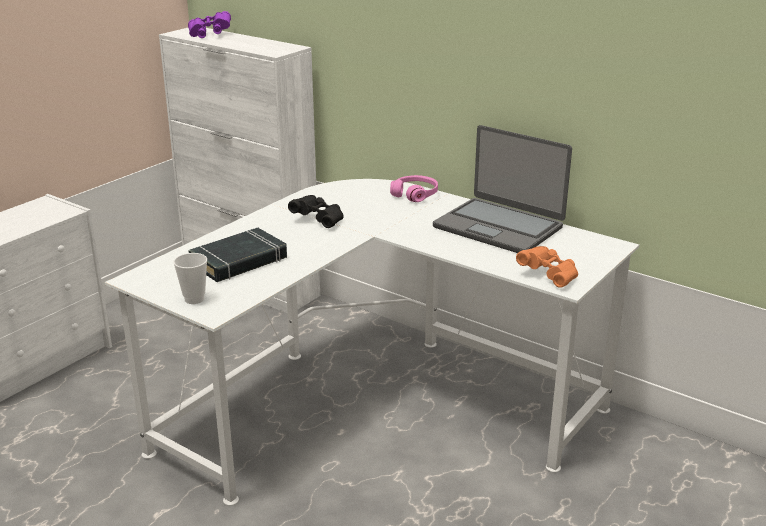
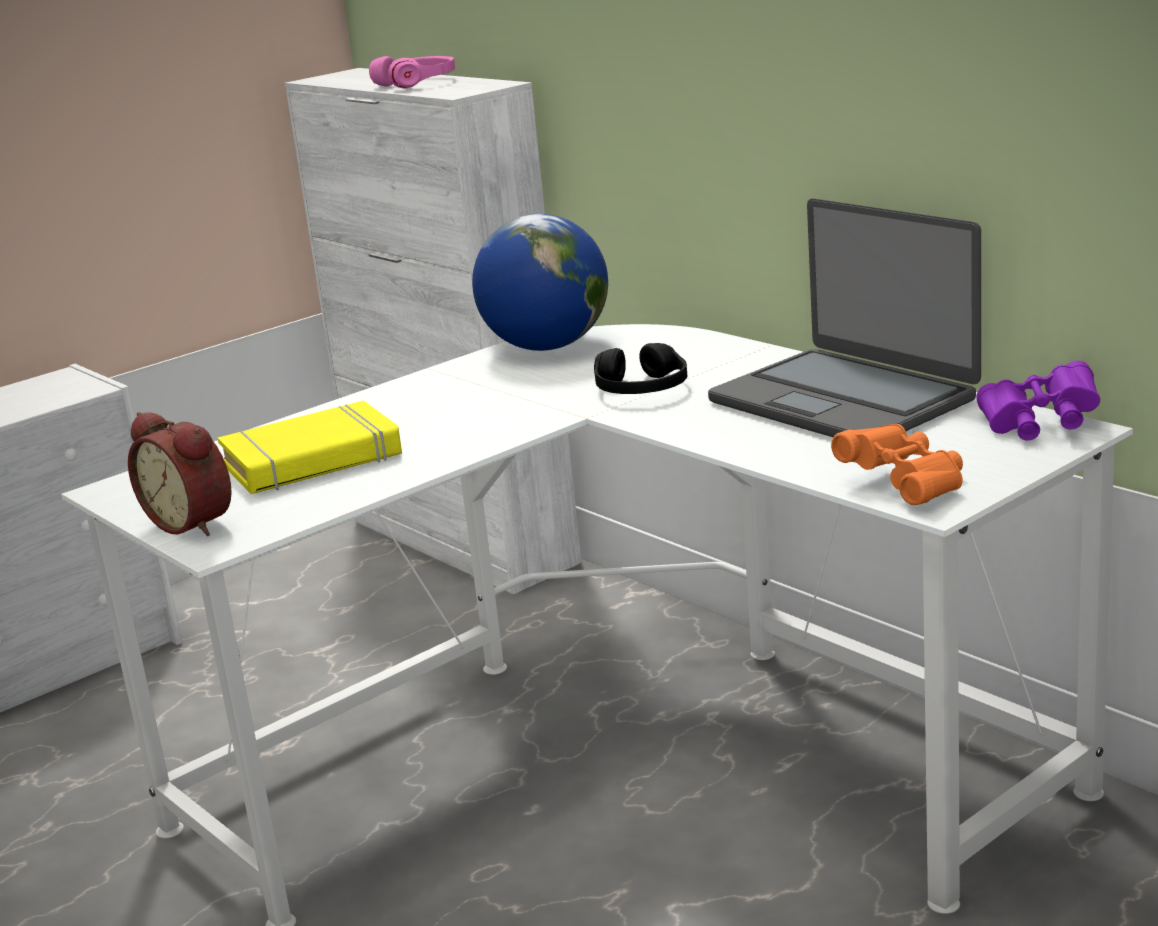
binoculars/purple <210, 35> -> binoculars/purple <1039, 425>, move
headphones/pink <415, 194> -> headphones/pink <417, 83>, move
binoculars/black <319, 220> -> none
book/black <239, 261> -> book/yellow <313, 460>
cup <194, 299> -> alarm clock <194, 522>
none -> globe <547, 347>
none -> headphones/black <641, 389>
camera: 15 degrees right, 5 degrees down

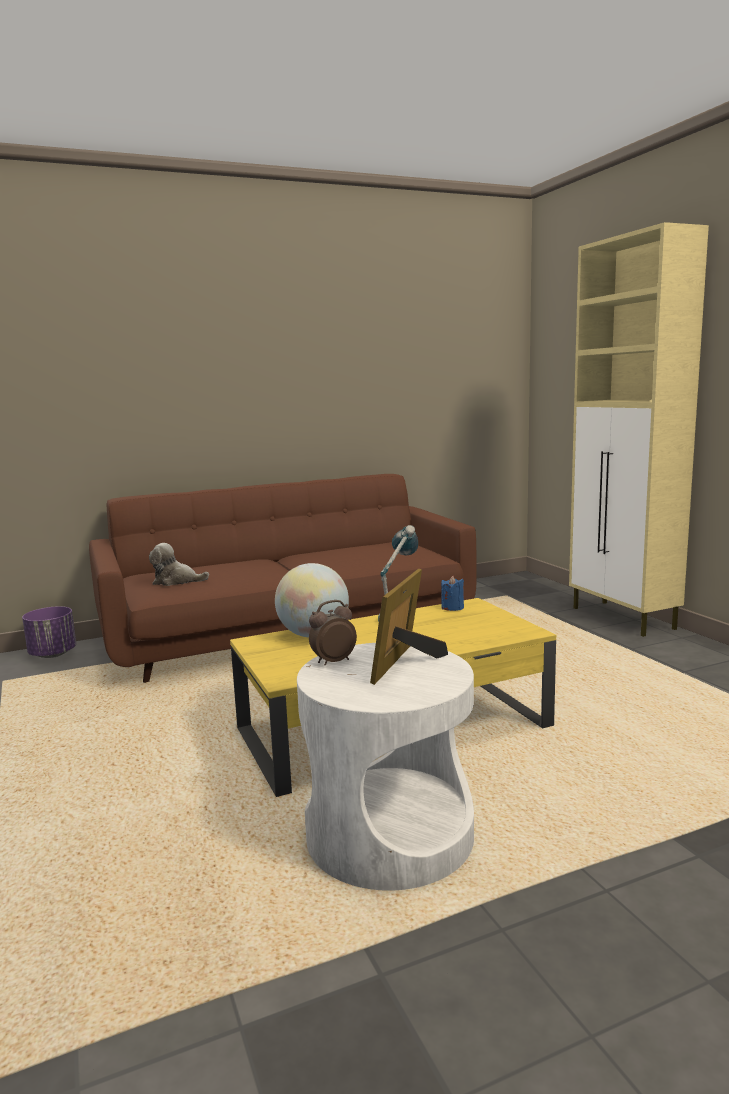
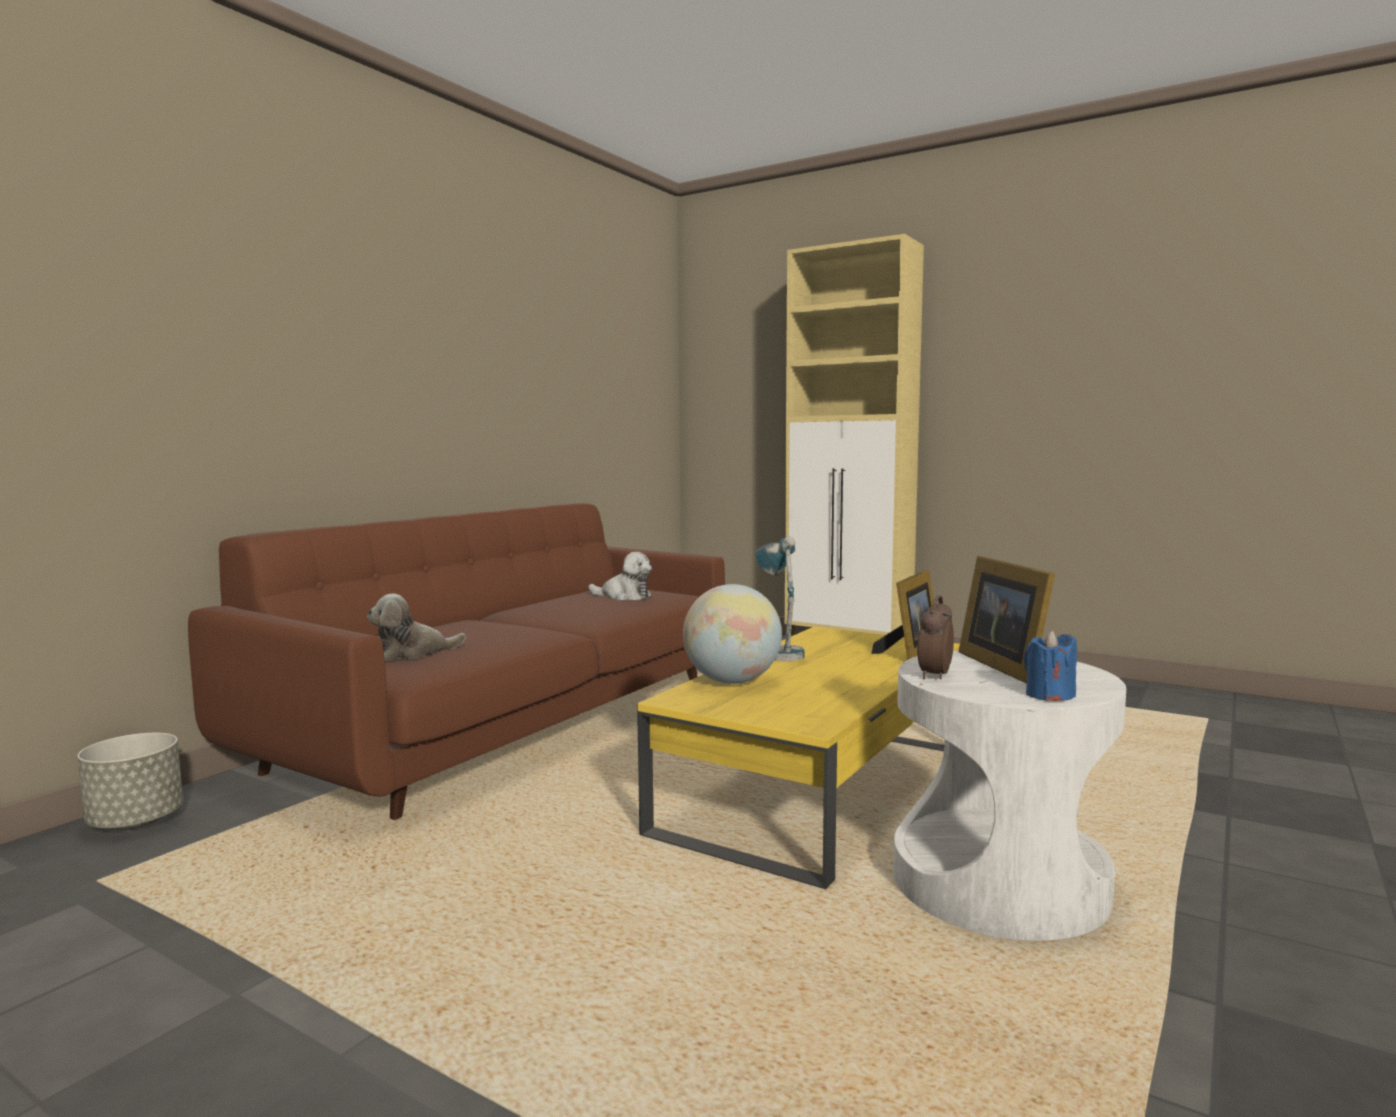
candle/blue <452, 608> -> candle/blue <1049, 695>, move
planter/purple <53, 654> -> planter/grey <136, 822>
none -> plush toy <624, 596>
none -> picture frame <911, 652>
camera: 35 degrees left, 5 degrees down

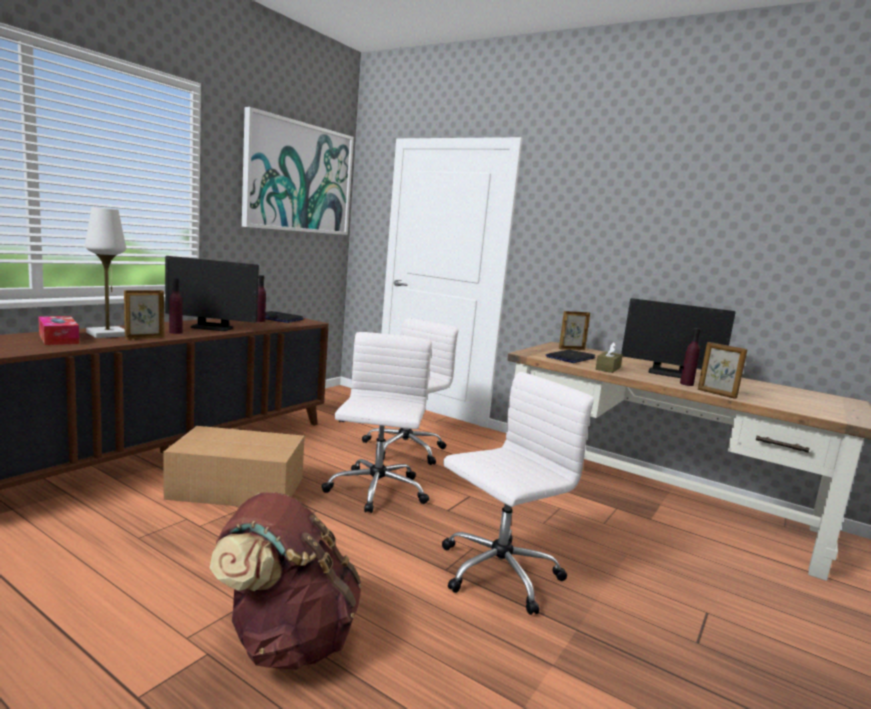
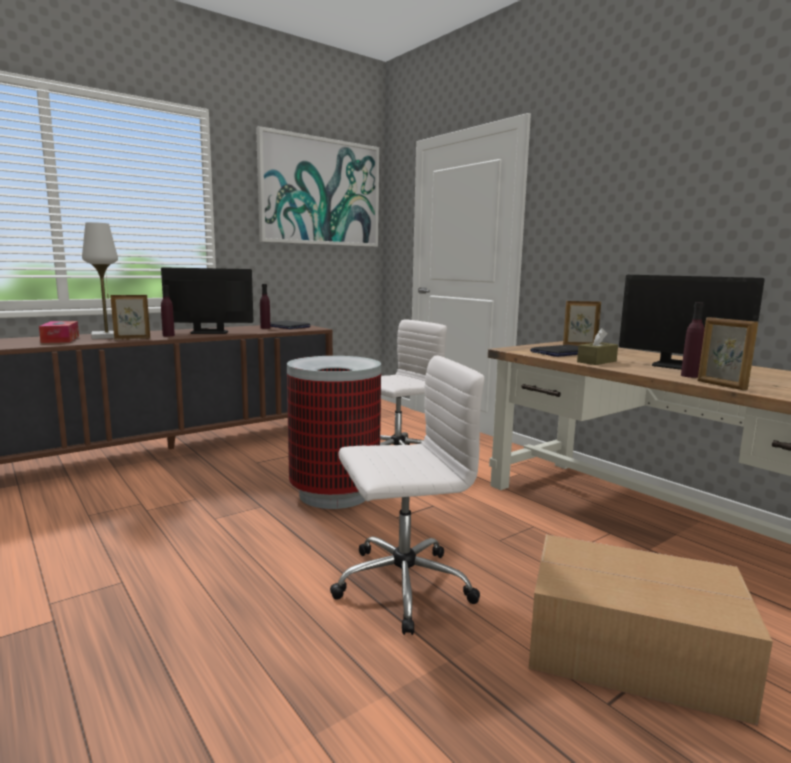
monitor <212, 327> -> monitor <209, 332>, 150 degrees clockwise
office chair/white <376, 491> -> trash can <335, 493>
cardboard box <239, 488> -> cardboard box <635, 653>, move
backpack/brown <286, 640> -> none
camera: 20 degrees right, 0 degrees up

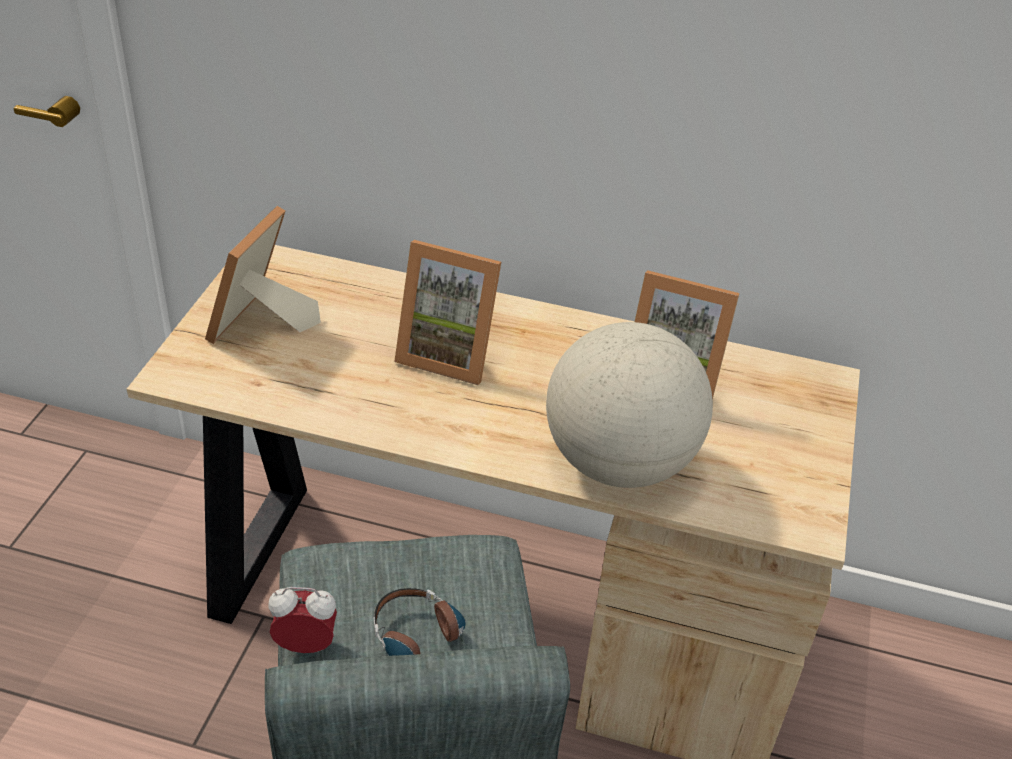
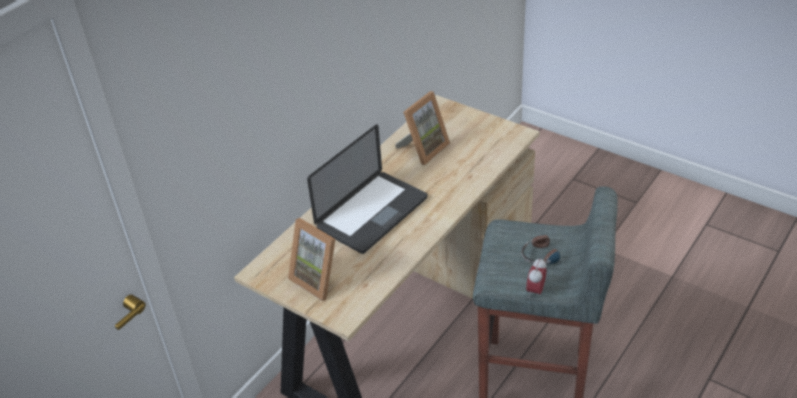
picture frame <449, 353> -> laptop <372, 213>
globe <618, 463> -> none
camera: 65 degrees left, 0 degrees up

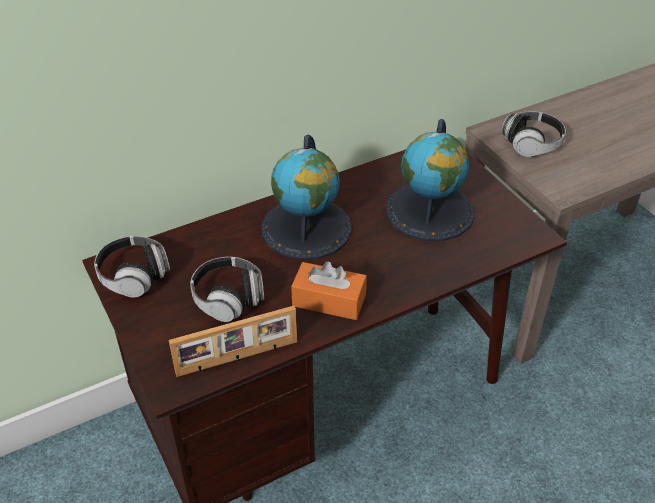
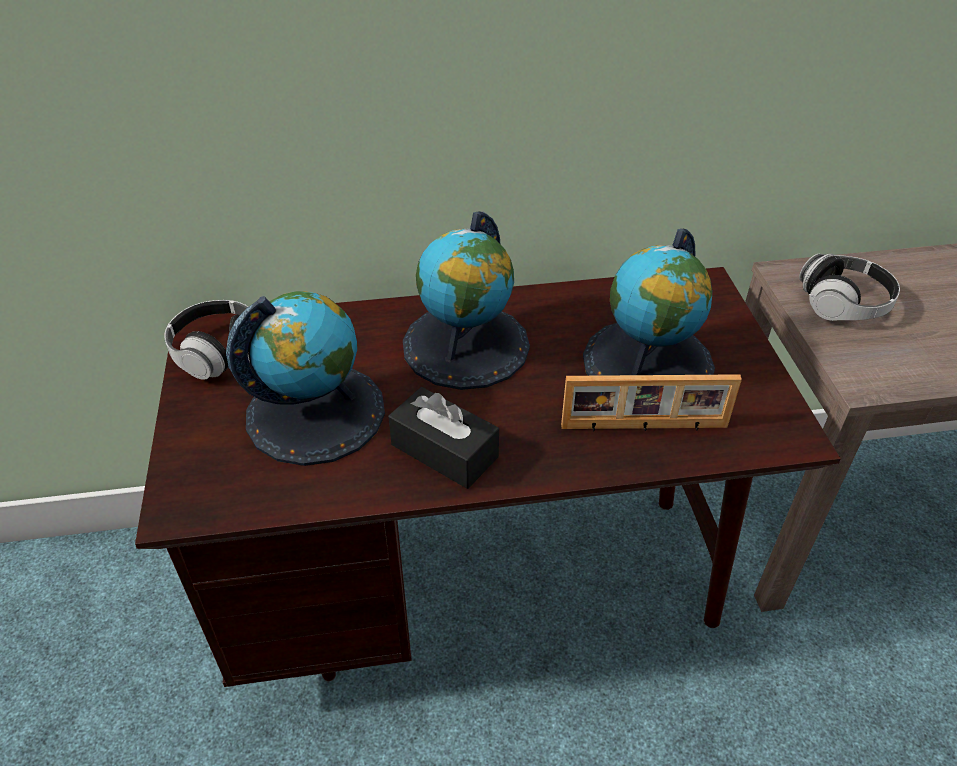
headphones <228, 298> -> globe <315, 412>
tissue box/orange <329, 300> -> tissue box/black <444, 451>
picture frame <237, 358> -> picture frame <644, 427>, move
camera: 20 degrees right, 0 degrees up

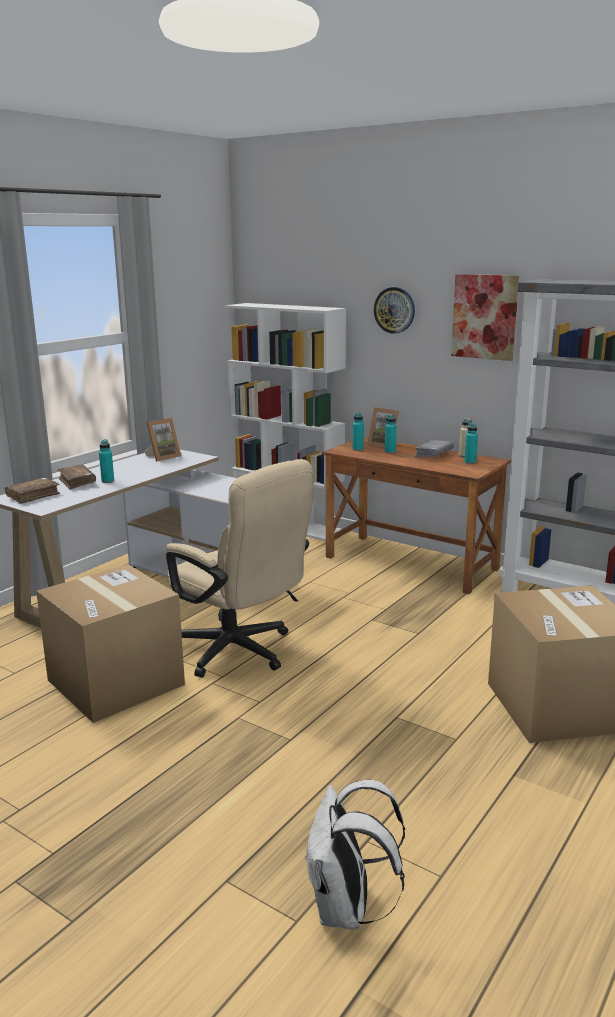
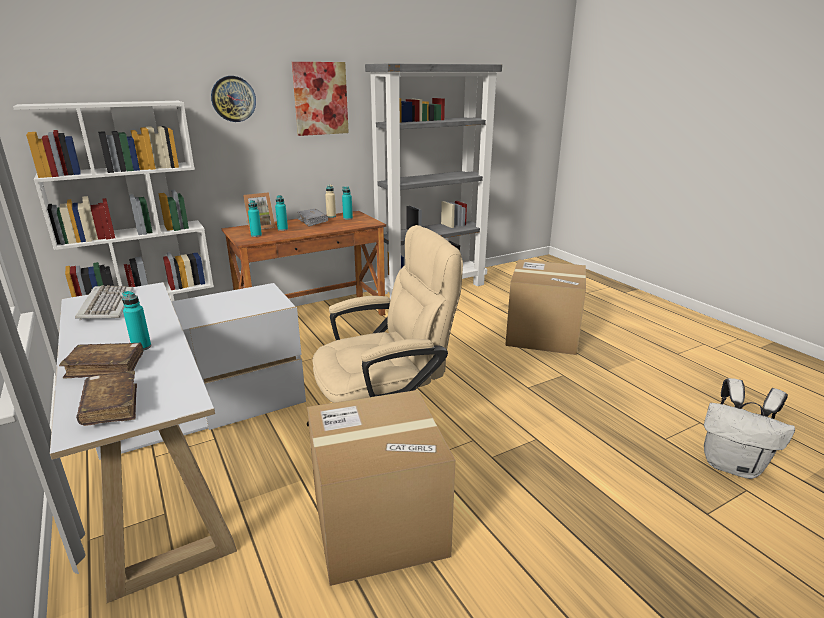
picture frame <163, 457> -> keyboard <106, 305>
camera: 65 degrees left, 5 degrees up

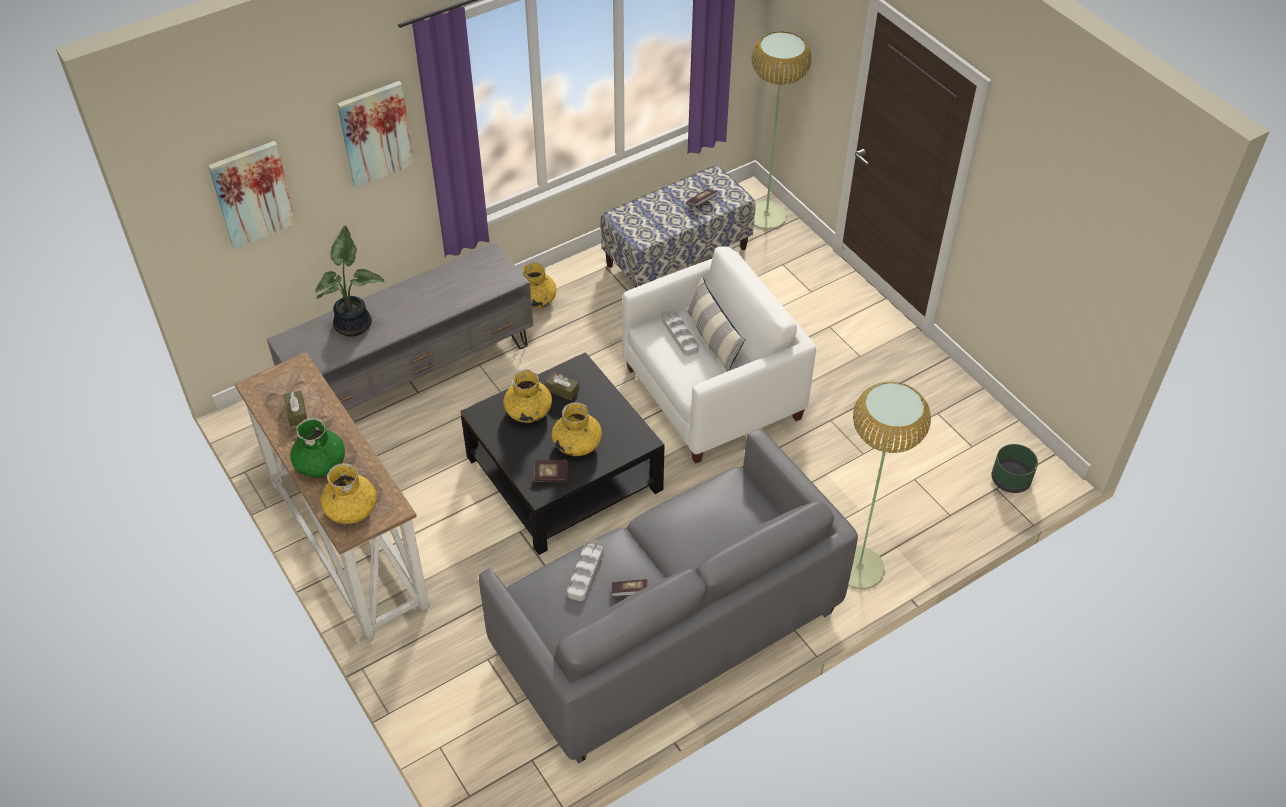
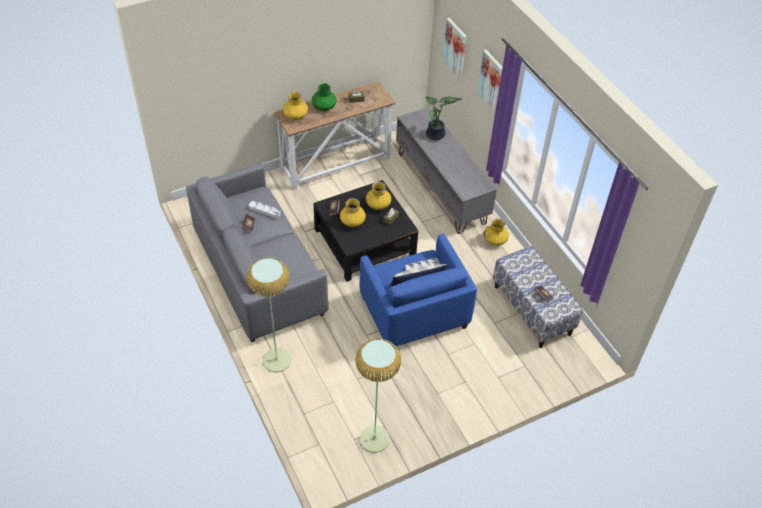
floor lamp <767, 215> -> floor lamp <374, 439>, move
armchair/white <712, 393> -> armchair/blue <414, 312>
planter/green <1010, 480> -> none
camera: 95 degrees right, 0 degrees up

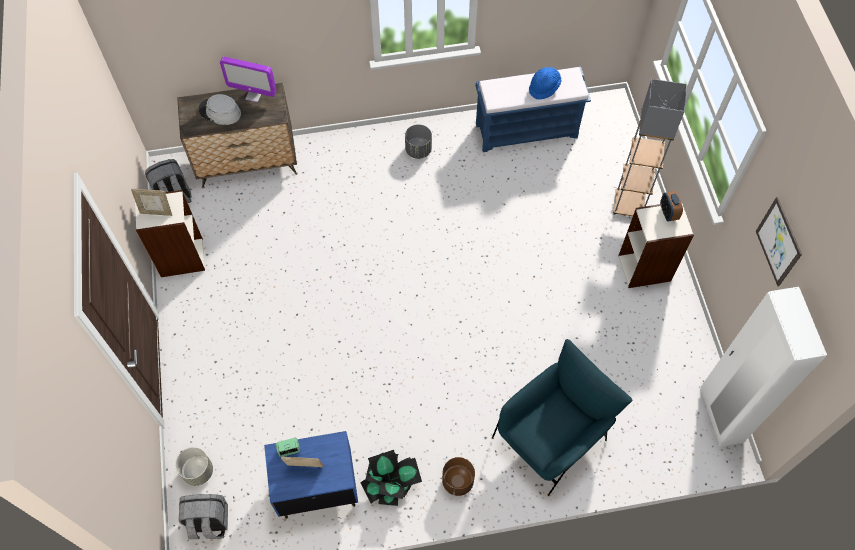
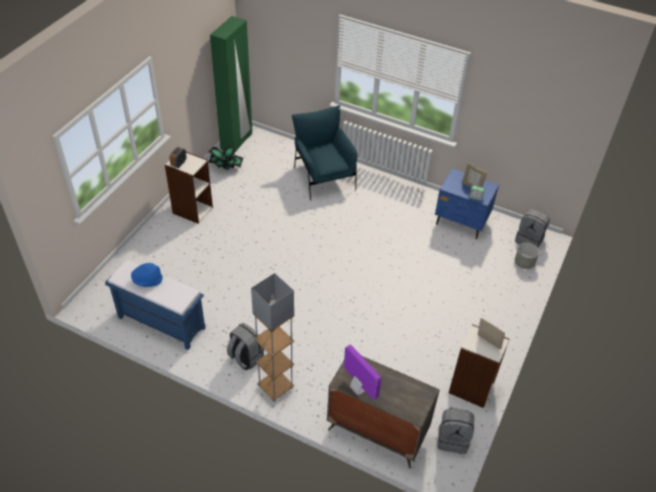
floor lamp/grey <628, 205> -> floor lamp/grey <275, 387>, move
hat/grey <220, 112> -> none
planter/grey <418, 150> -> backpack/grey <245, 357>
picture <778, 242> -> none
wardrobe/white <720, 415> -> wardrobe/green <236, 142>
armchair/blue <552, 436> -> armchair/blue <323, 177>, 75 degrees clockwise
potted plant <391, 484> -> potted plant <226, 167>, move
planter/brown <457, 481> -> none
camera: 145 degrees left, 15 degrees down

